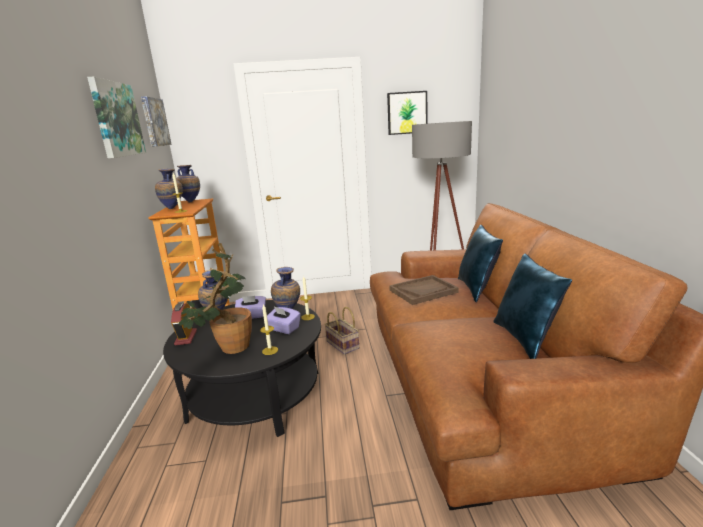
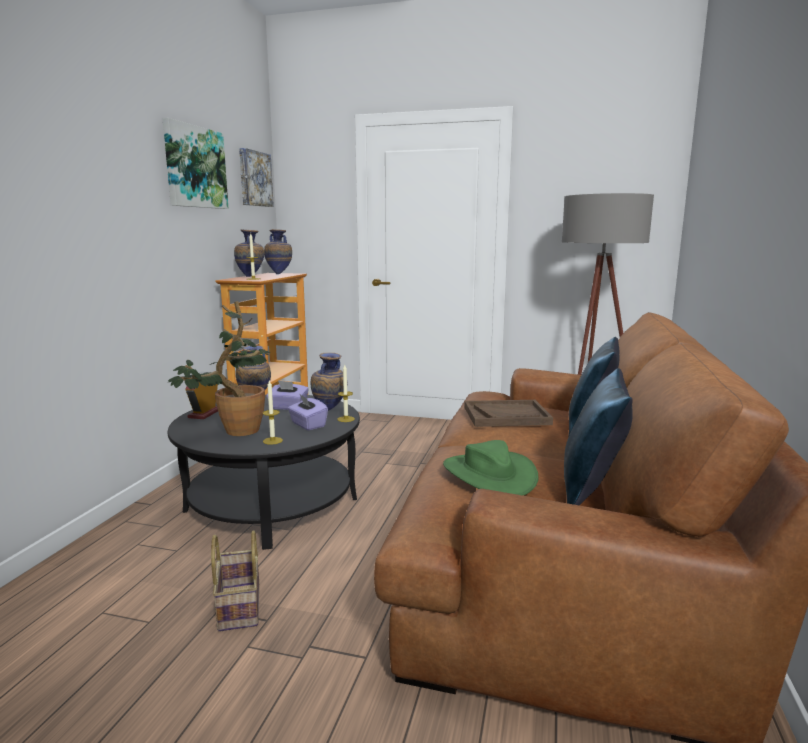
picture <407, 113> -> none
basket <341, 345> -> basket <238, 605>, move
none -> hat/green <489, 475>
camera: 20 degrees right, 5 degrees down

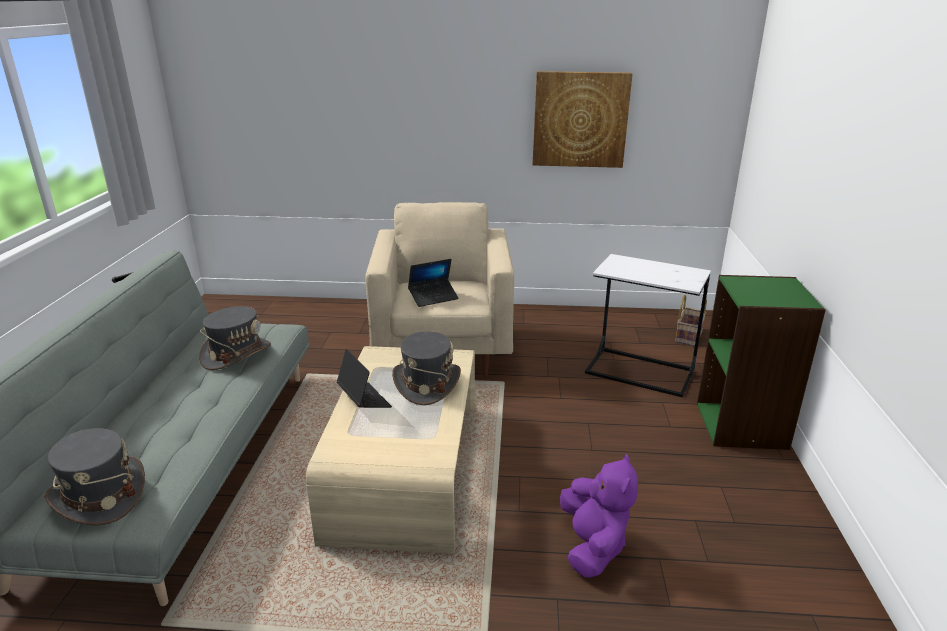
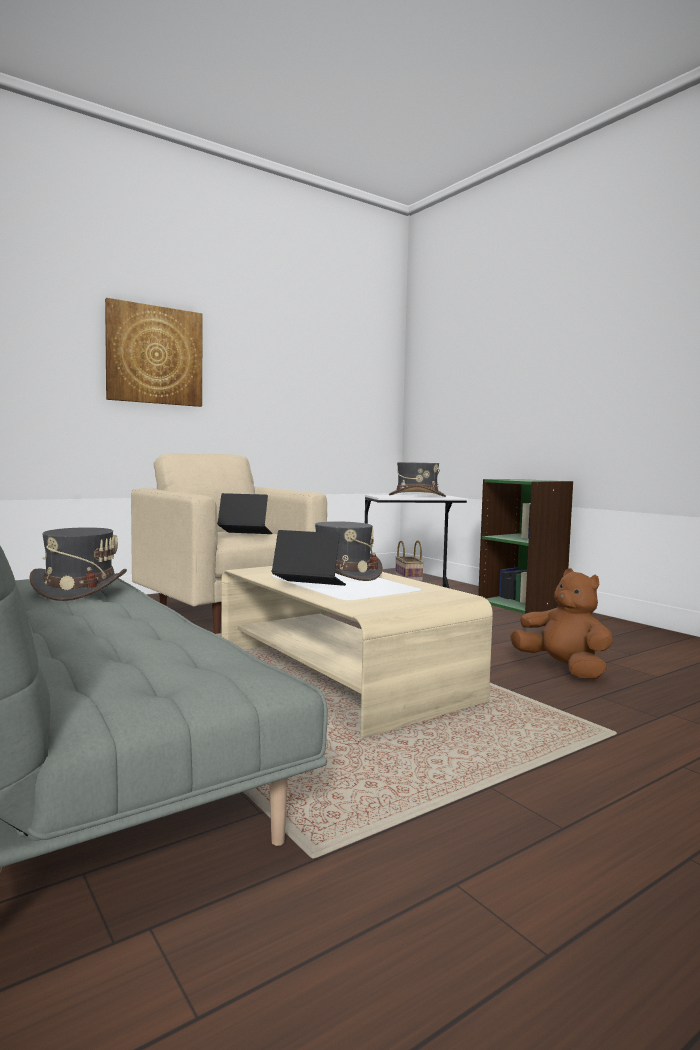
picture <580, 119> -> picture <154, 355>, move
laptop <433, 297> -> laptop <245, 534>, 105 degrees counterclockwise
hat/grey <99, 495> -> hat/grey <417, 496>, move
plush toy/purple <593, 546> -> plush toy/brown <563, 669>
camera: 40 degrees left, 20 degrees down

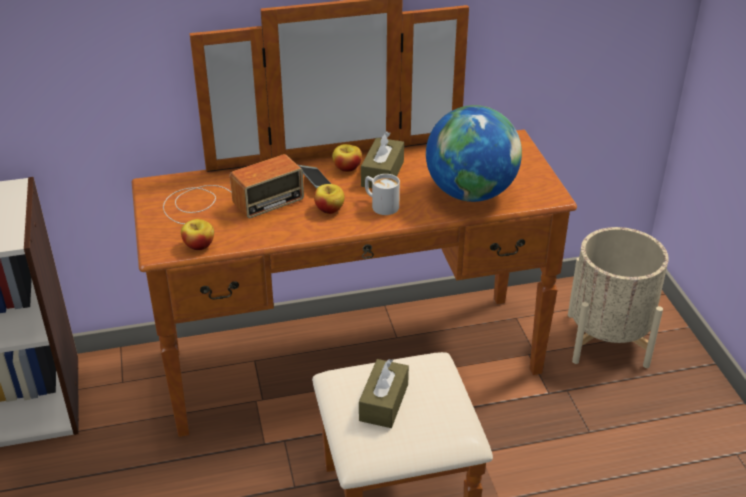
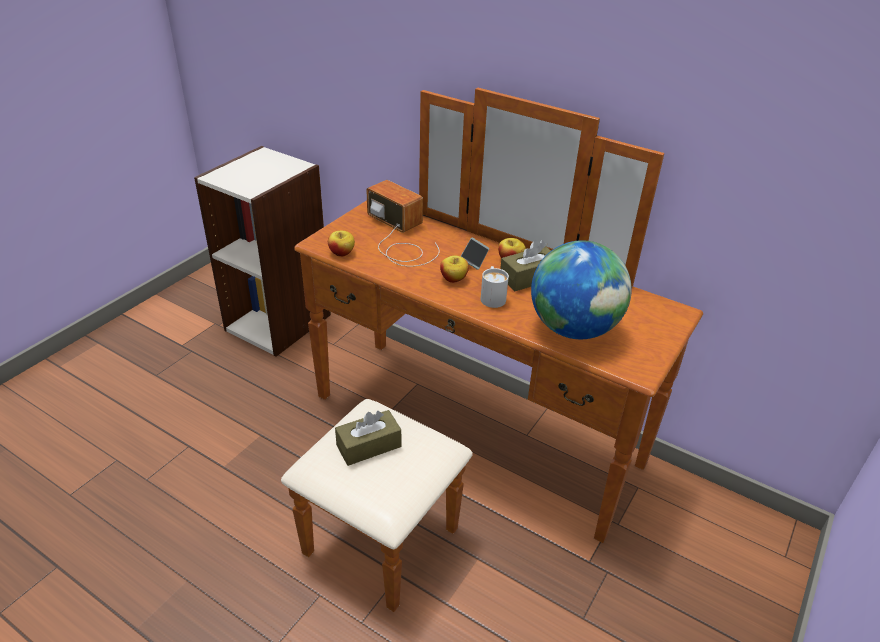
radio <227, 202> -> radio <400, 237>, 150 degrees counterclockwise
planter/beige <607, 340> -> none
camera: 45 degrees right, 0 degrees up

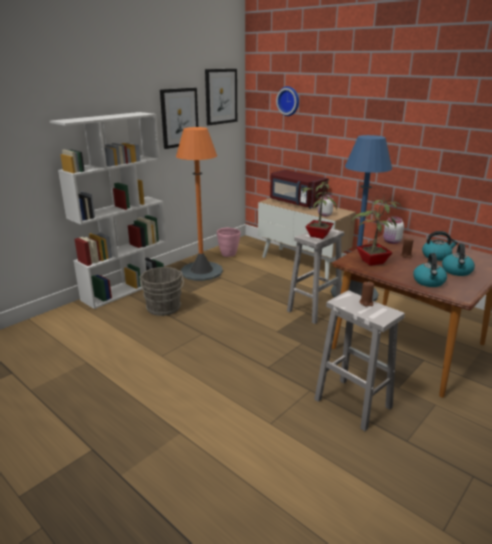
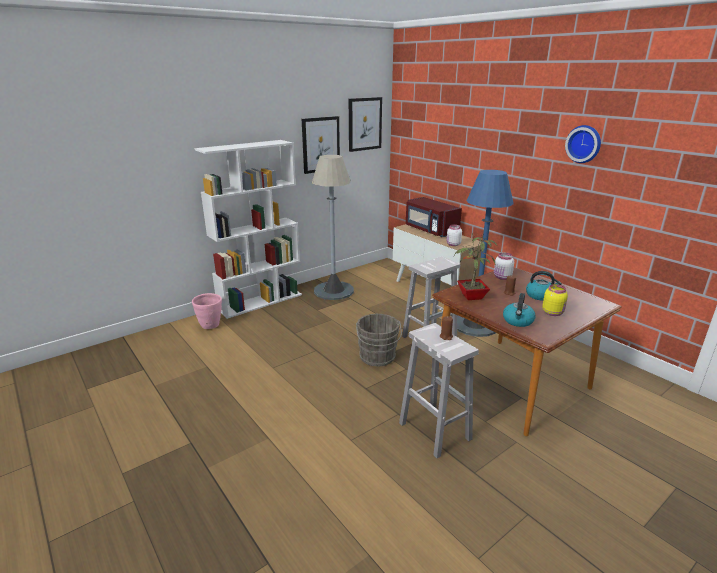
wall clock <289, 101> -> wall clock <584, 144>, move
floor lamp/orange <201, 271> -> floor lamp/grey <334, 291>
potted plant <317, 235> -> none
planter/pink <229, 254> -> planter/pink <210, 326>, move
kettle <457, 271> -> jar/yellow <553, 313>
bucket/grey <163, 308> -> bucket/grey <377, 358>, move
camera: 10 degrees right, 0 degrees up

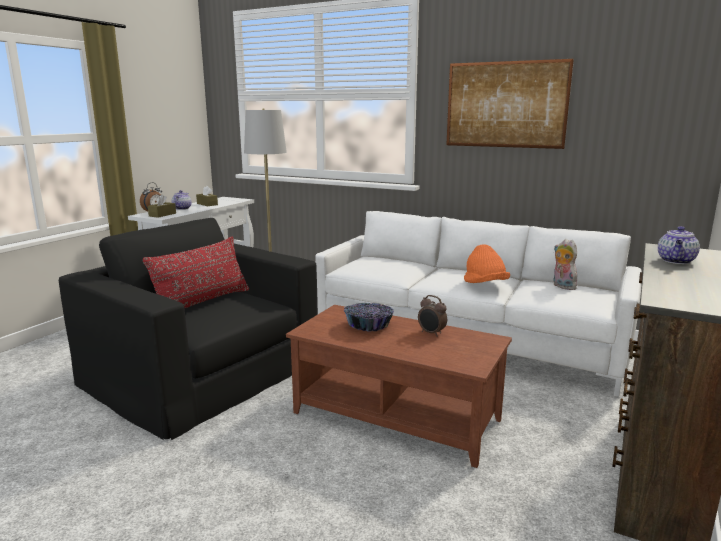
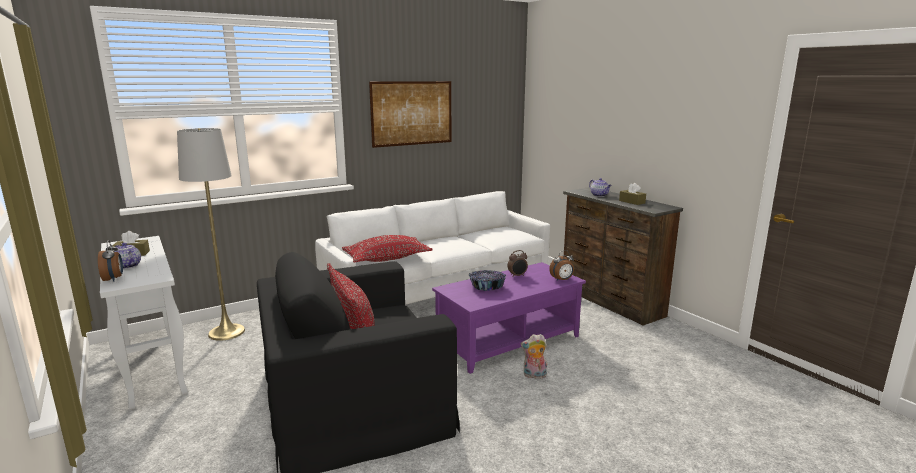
tissue box/brown <162, 215> -> tissue box/brown <632, 202>, move
plush toy <562, 286> -> plush toy <534, 375>, move
hat/orange <485, 285> -> none
coffee table/brown <397, 415> -> coffee table/purple <508, 341>
none -> pillow/red <387, 259>
none -> alarm clock <562, 280>
camera: 60 degrees left, 0 degrees up

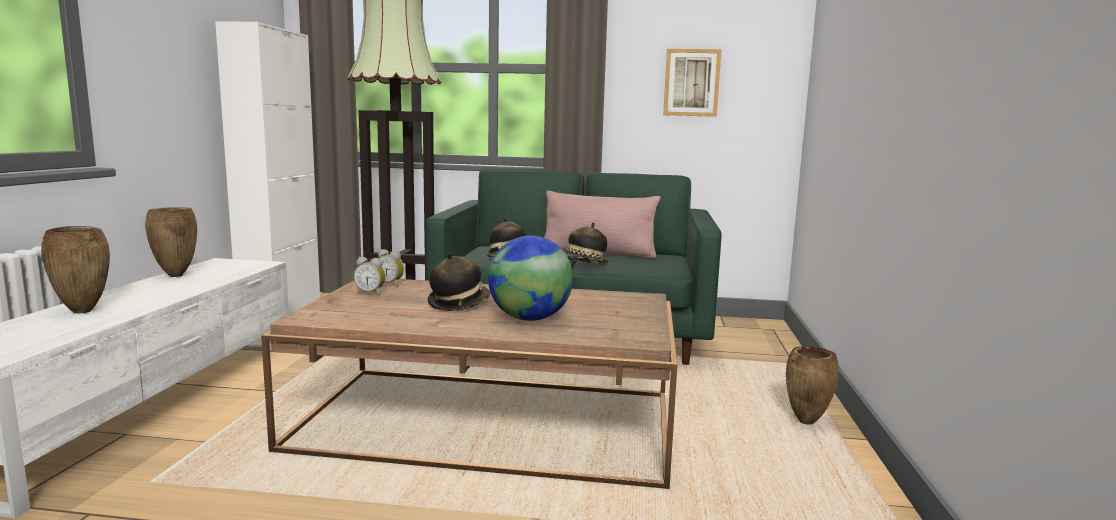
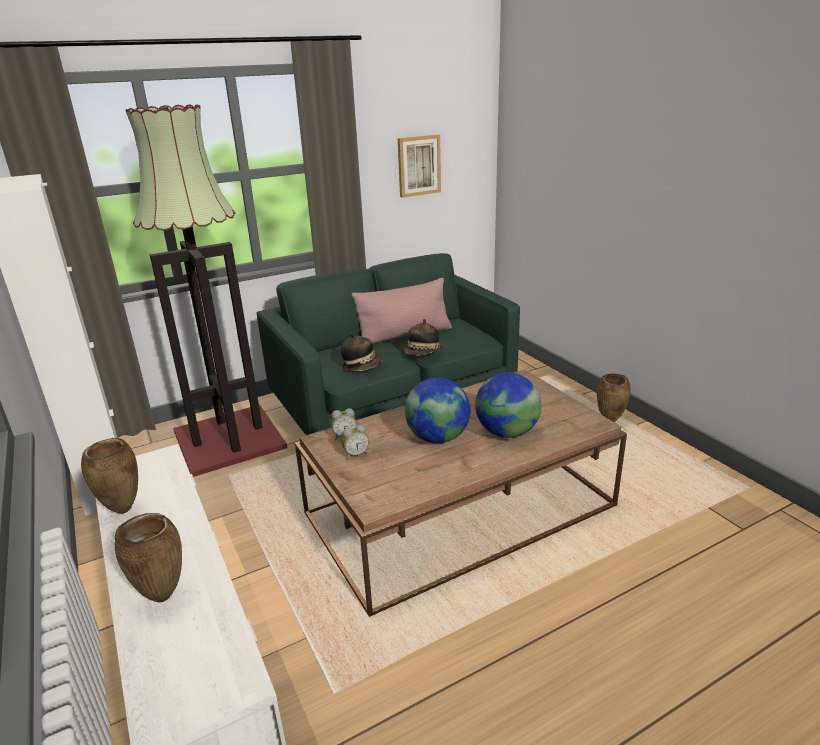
hat <458, 304> -> globe <438, 438>
camera: 35 degrees left, 15 degrees up

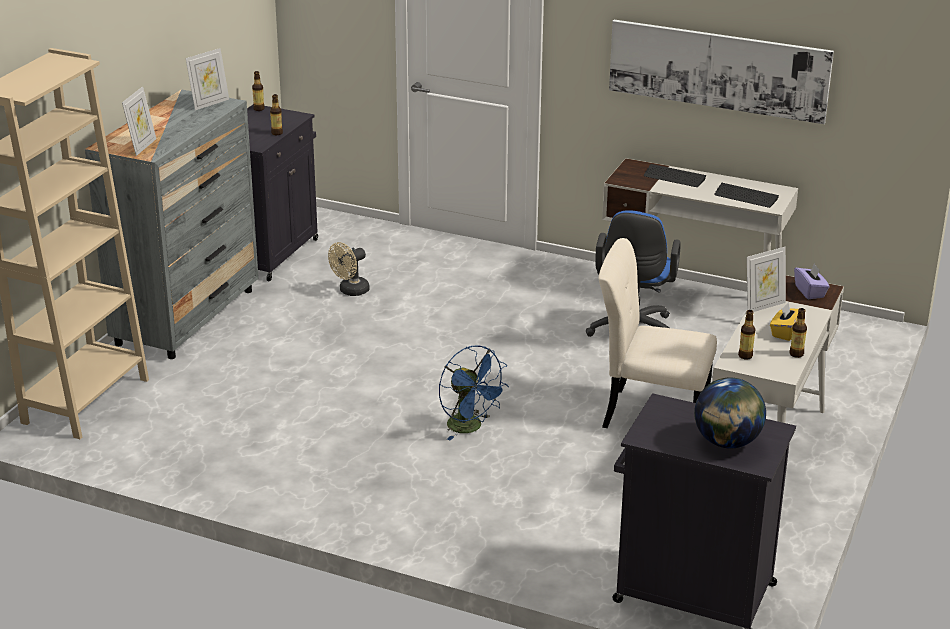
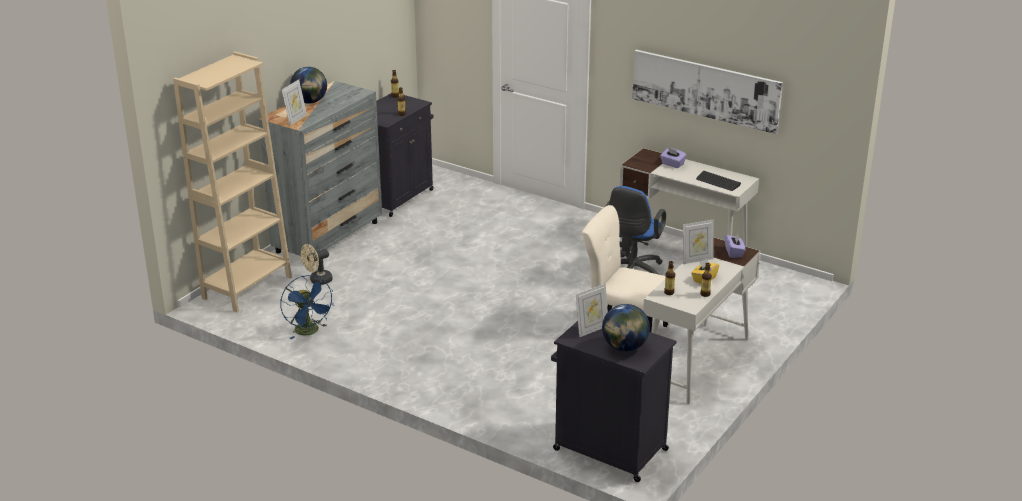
picture frame <209, 103> -> picture frame <591, 329>, move
keyboard <674, 177> -> tissue box/purple <672, 164>
fan/beige <350, 291> -> fan/beige <317, 281>, move
fan/blue <470, 428> -> fan/blue <309, 332>, move
none -> globe <310, 102>
camera: 10 degrees right, 0 degrees up

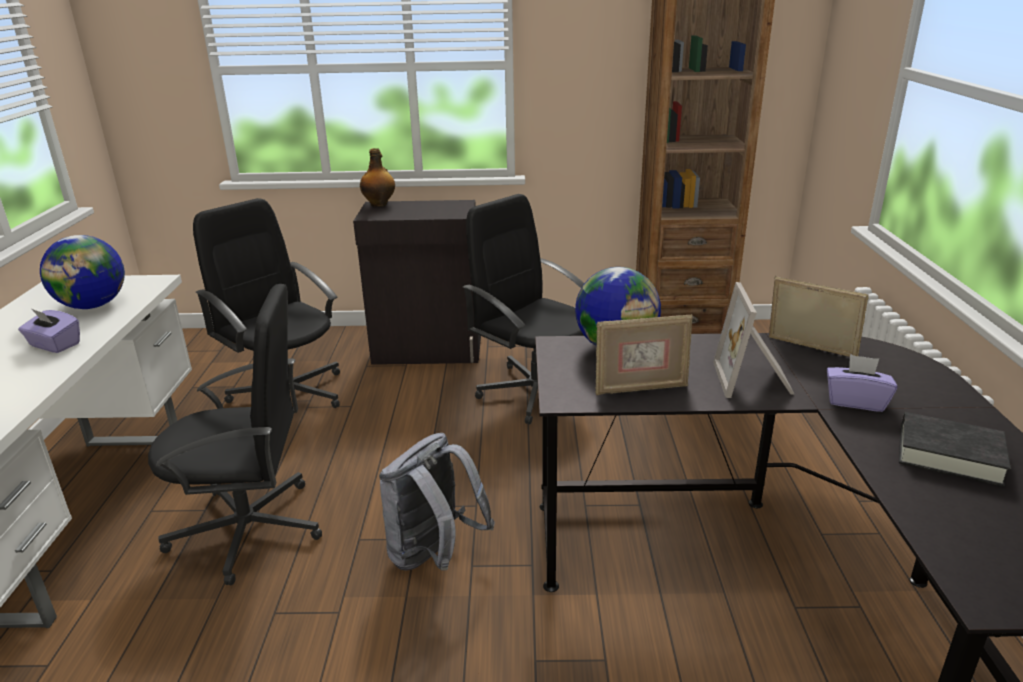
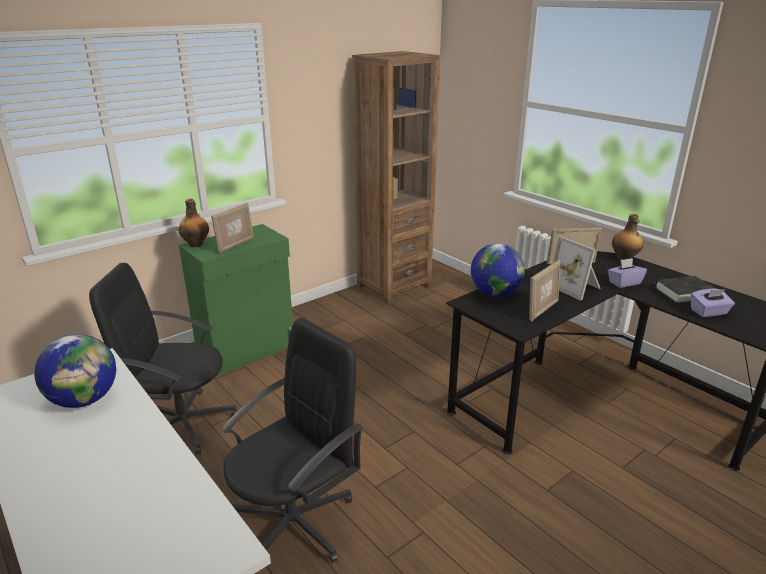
office chair/black <534, 391> -> none
cabinet/black <428, 351> -> cabinet/green <248, 350>
tissue box/purple <54, 345> -> tissue box/purple <709, 312>, move
backpack/grey <434, 556> -> none
none -> picture frame <235, 245>
none -> bottle <624, 258>
camera: 40 degrees left, 0 degrees up

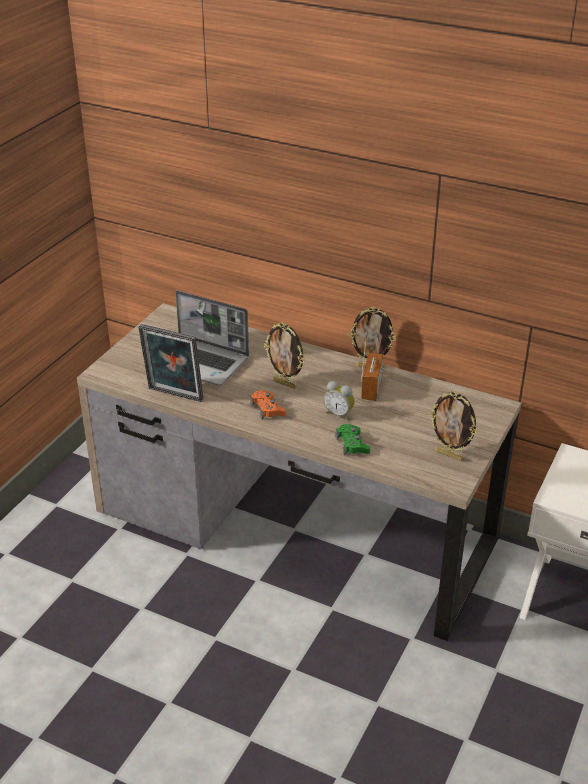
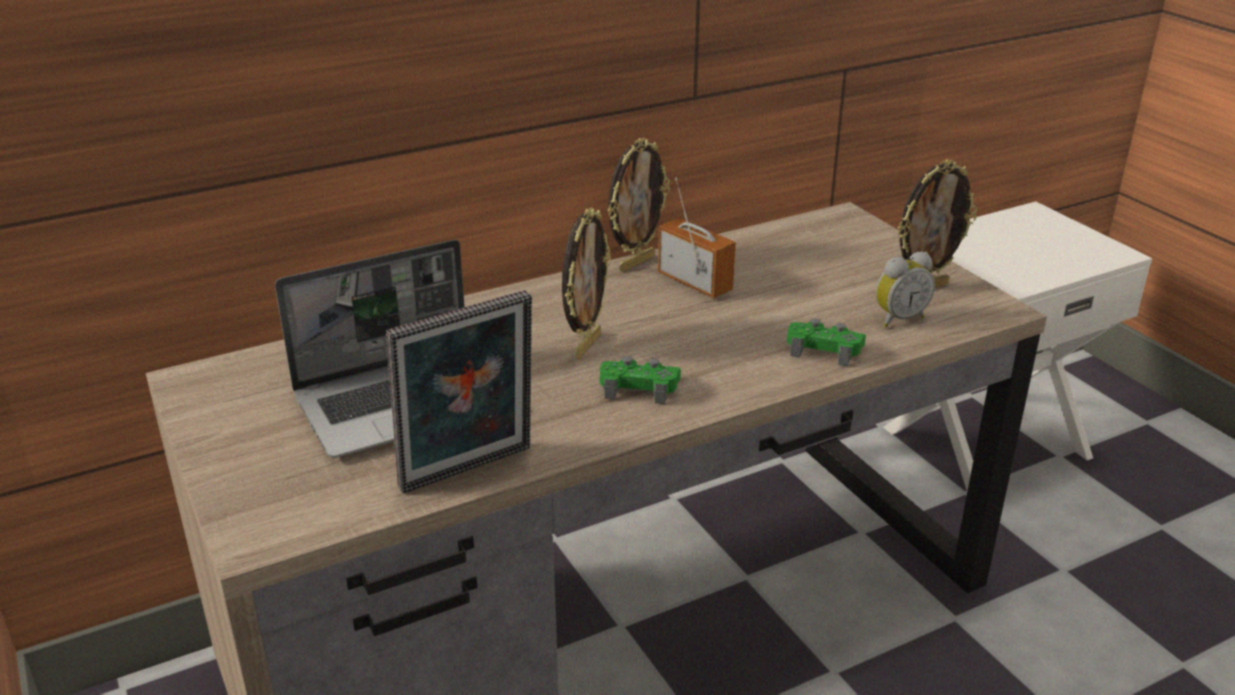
picture frame <285, 383> -> picture frame <586, 345>, 45 degrees counterclockwise
alarm clock <339, 414> -> alarm clock <898, 318>, move
game controller/orange <268, 409> -> game controller/green <639, 388>
camera: 55 degrees left, 5 degrees down

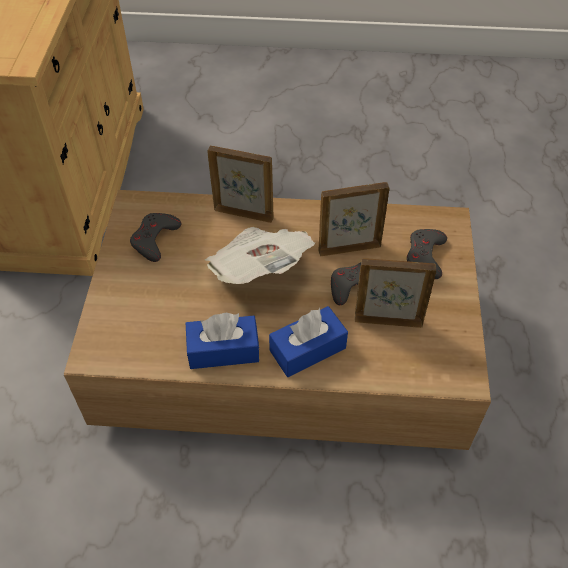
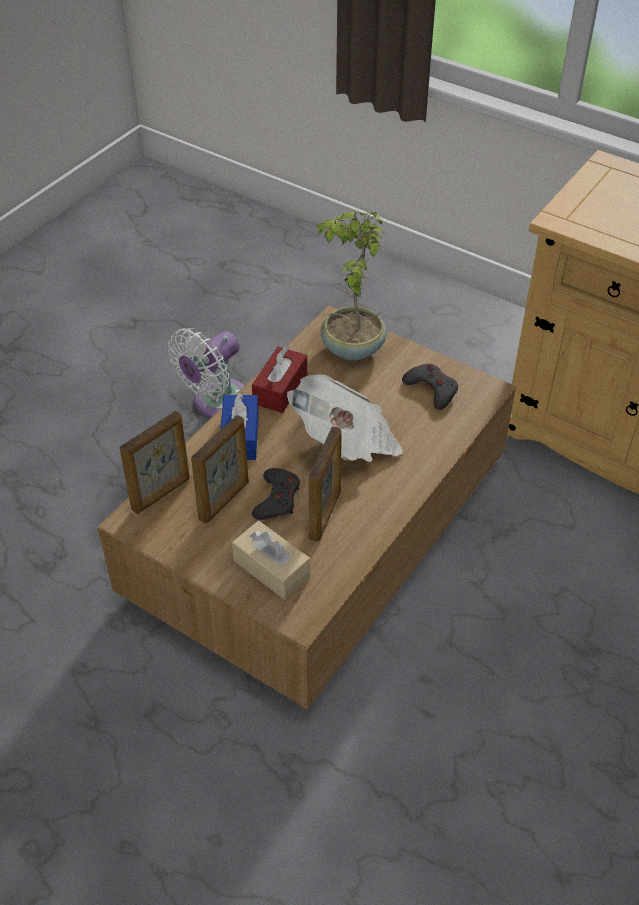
picture frame <244, 213> -> picture frame <162, 494>, move
game controller/grey <425, 256> -> tissue box/beige <271, 569>
tissue box/blue <223, 350> -> tissue box/red <280, 389>
none -> potted plant <351, 348>
none -> fan/white <216, 402>
camera: 120 degrees right, 5 degrees down

